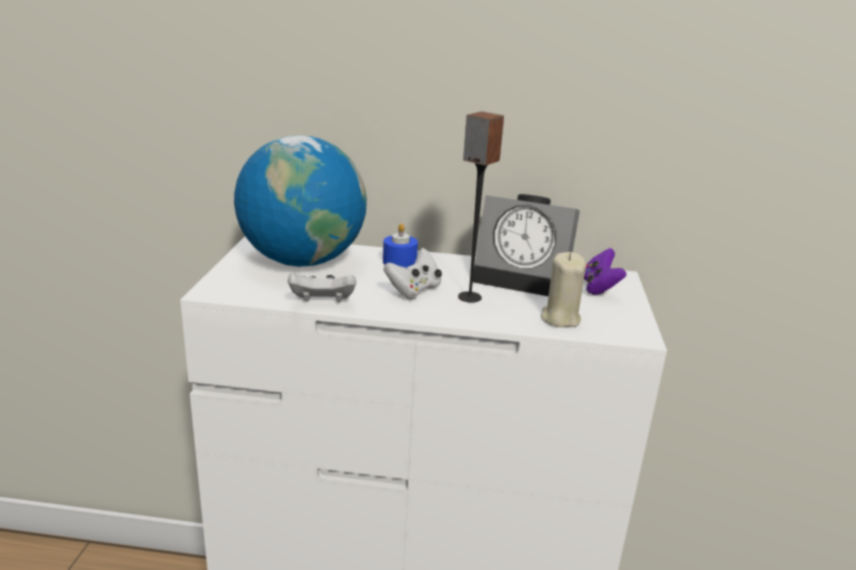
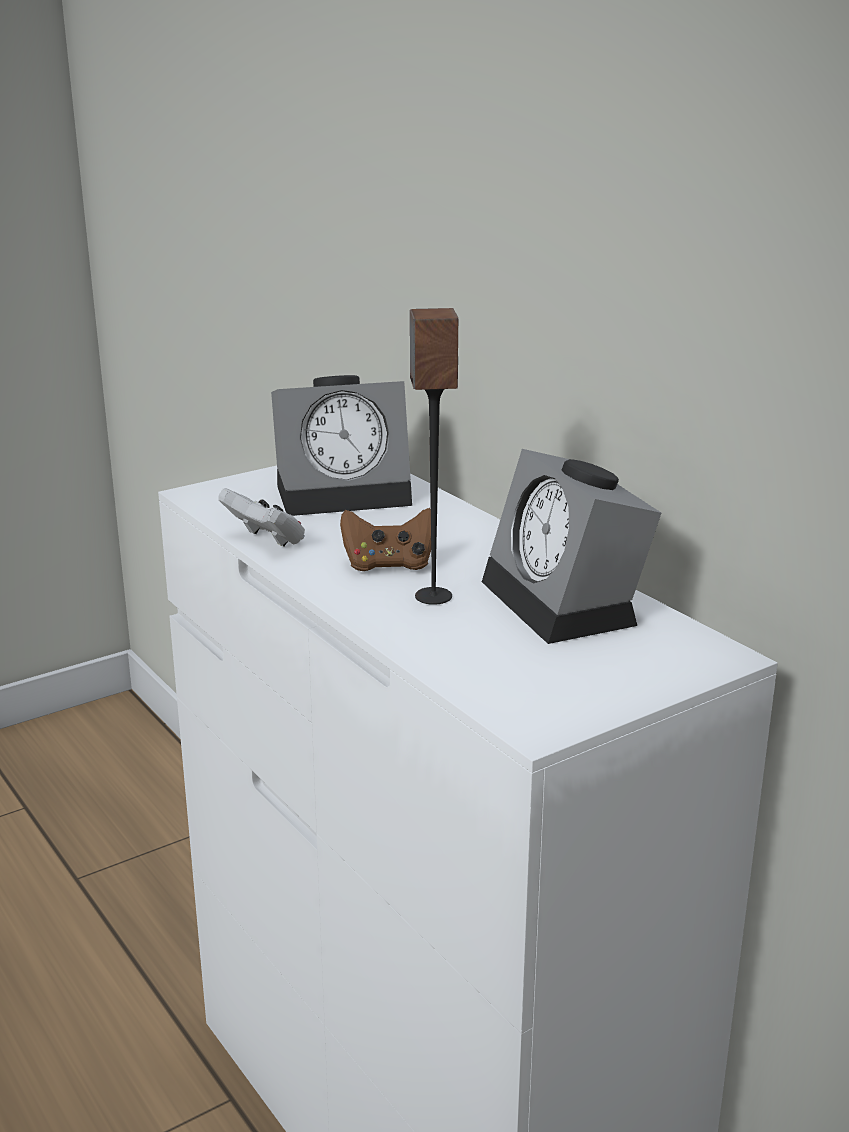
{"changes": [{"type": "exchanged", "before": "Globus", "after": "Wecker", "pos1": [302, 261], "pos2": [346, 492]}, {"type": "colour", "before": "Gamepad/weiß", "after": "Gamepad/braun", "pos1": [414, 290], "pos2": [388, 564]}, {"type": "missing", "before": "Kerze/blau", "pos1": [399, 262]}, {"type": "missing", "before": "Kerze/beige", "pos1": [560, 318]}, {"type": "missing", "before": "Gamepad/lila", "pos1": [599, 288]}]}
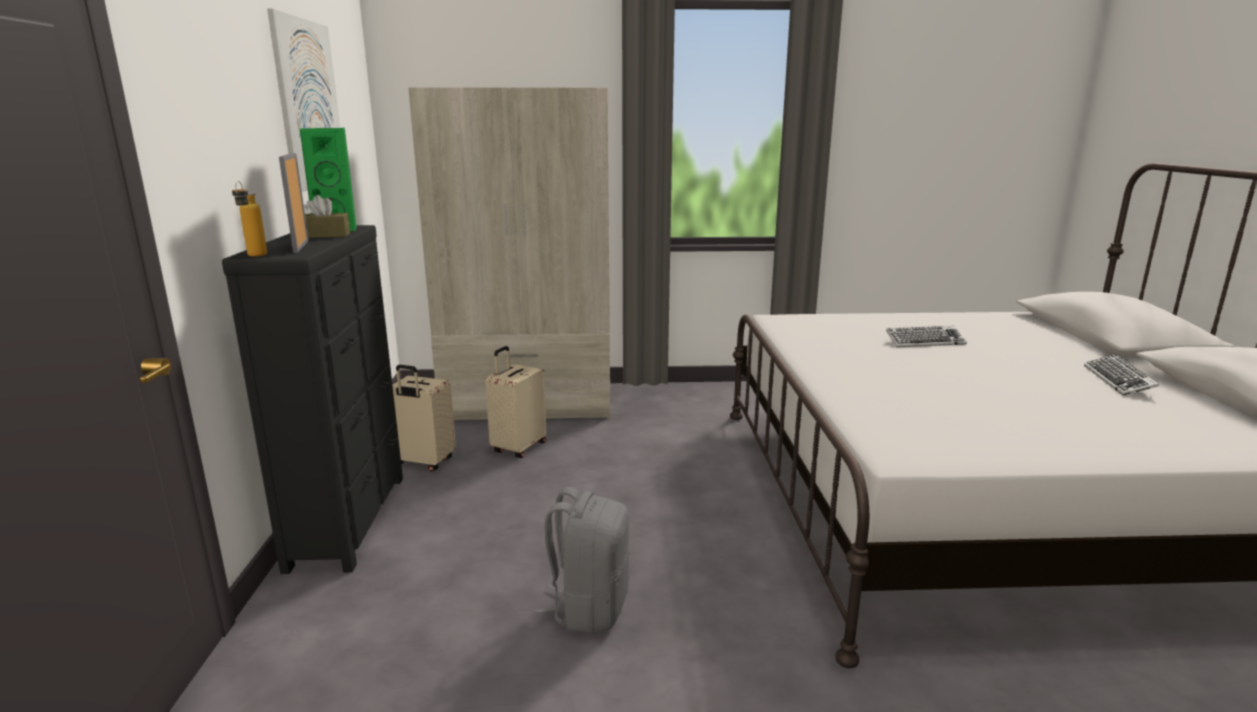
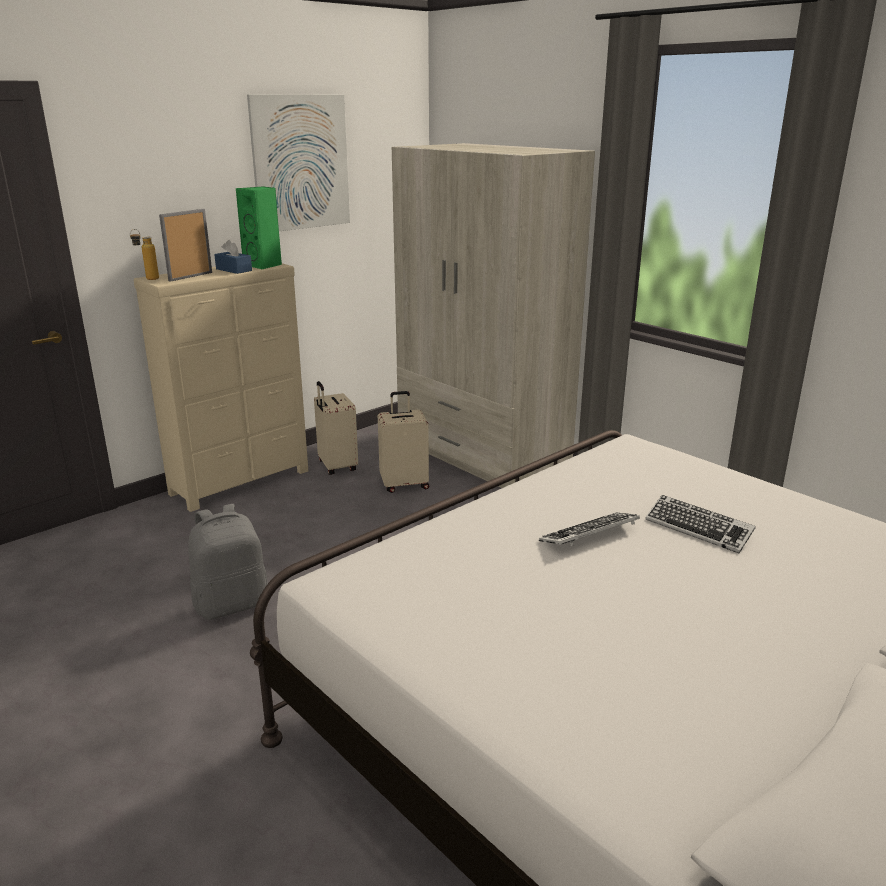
{"changes": [{"type": "colour", "before": "Kommode/schwarz", "after": "Kommode/beige", "pos1": [351, 520], "pos2": [242, 483]}, {"type": "colour", "before": "Taschentuchbox/braun", "after": "Taschentuchbox/blau", "pos1": [323, 235], "pos2": [234, 270]}, {"type": "relocated", "before": "Tastatur", "pos1": [1118, 380], "pos2": [589, 535]}]}
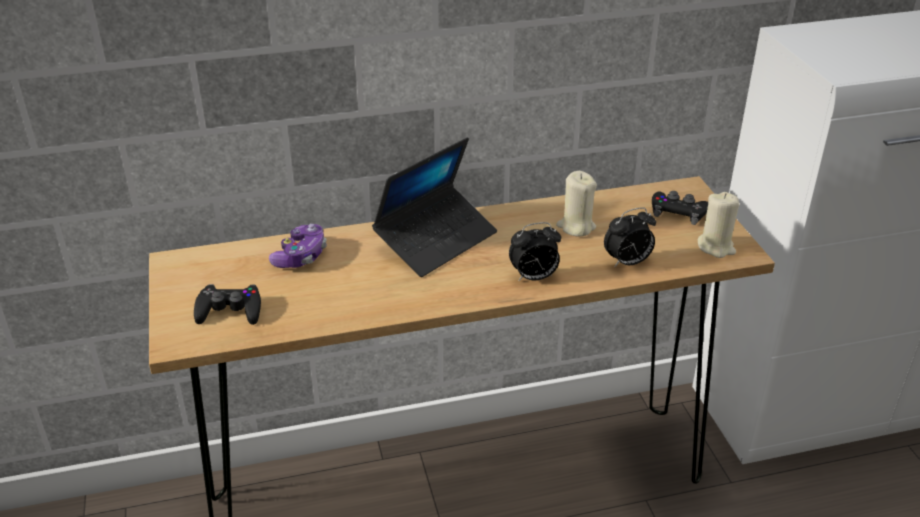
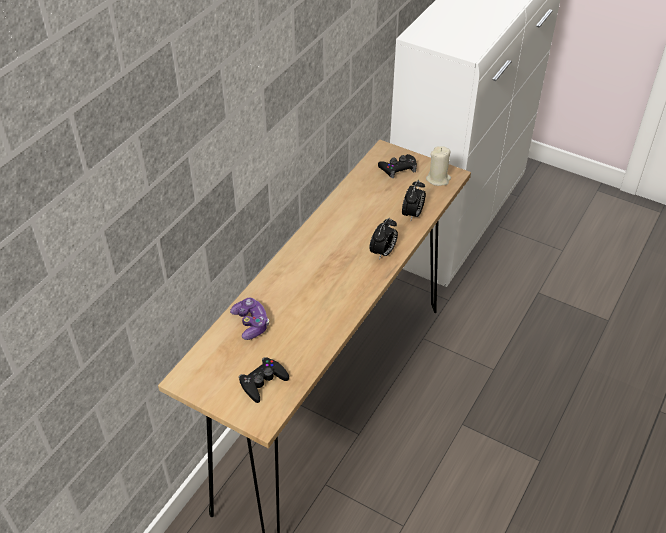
{"changes": [{"type": "missing", "before": "Laptop", "pos1": [436, 240]}, {"type": "missing", "before": "Kerze/beige", "pos1": [576, 226]}]}
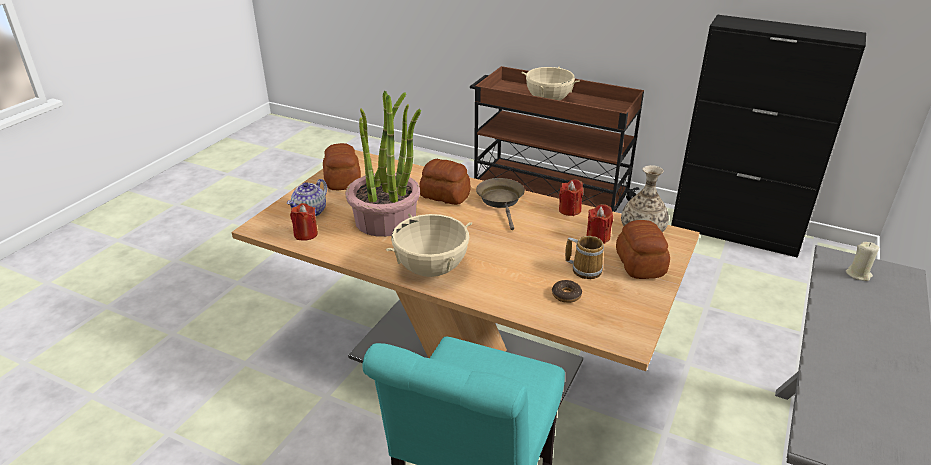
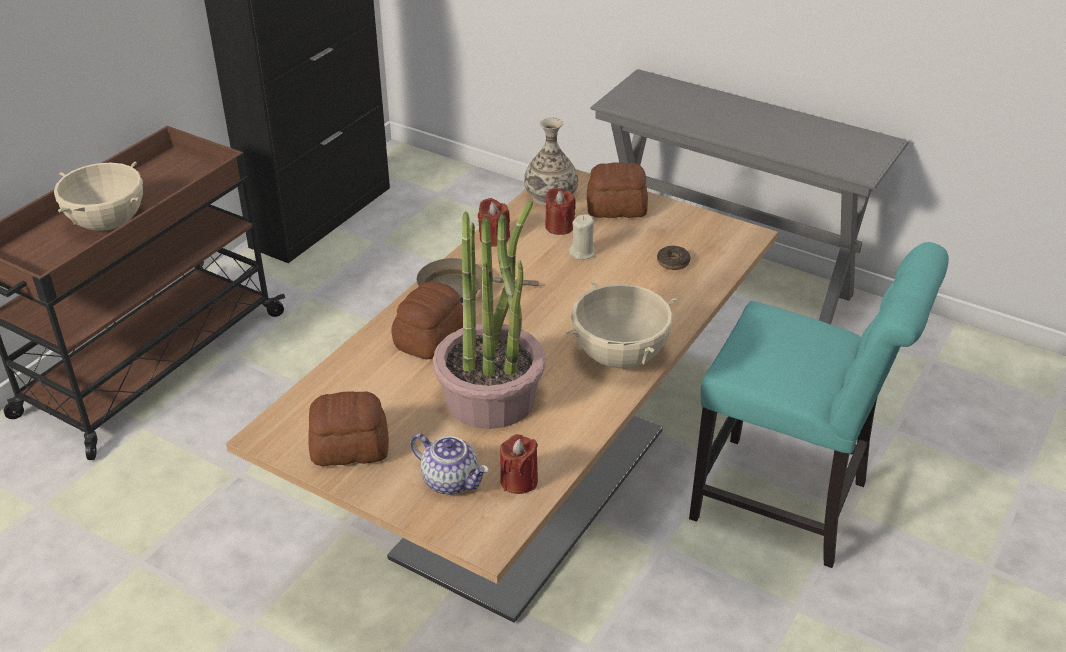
{"changes": [{"type": "relocated", "before": "Kerze/beige", "pos1": [858, 274], "pos2": [582, 253]}, {"type": "missing", "before": "Henkelbecher", "pos1": [585, 269]}]}
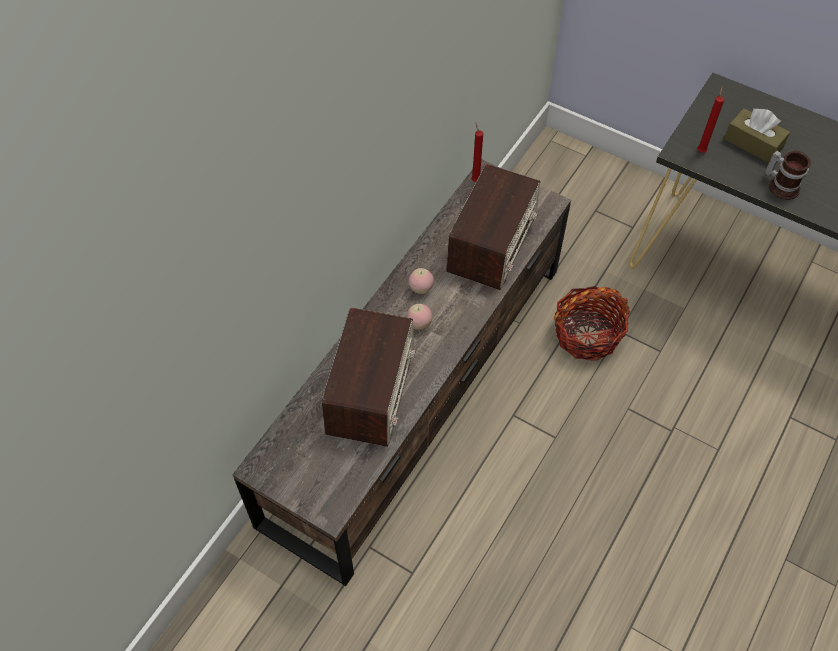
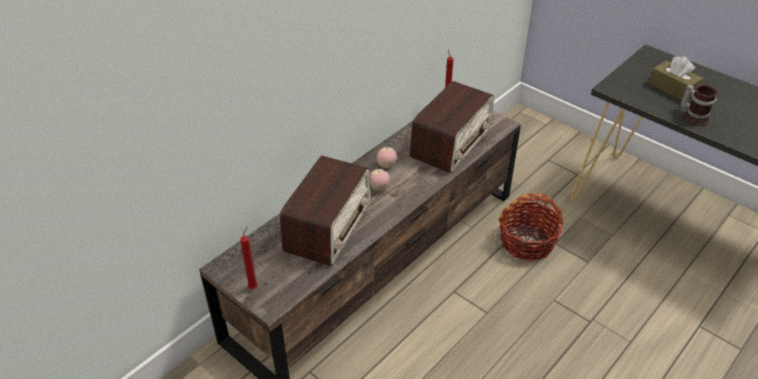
{"changes": [{"type": "relocated", "before": "Kerze/rot", "pos1": [701, 150], "pos2": [254, 286]}]}
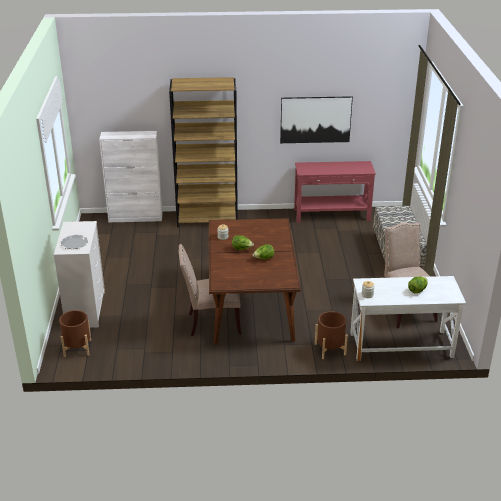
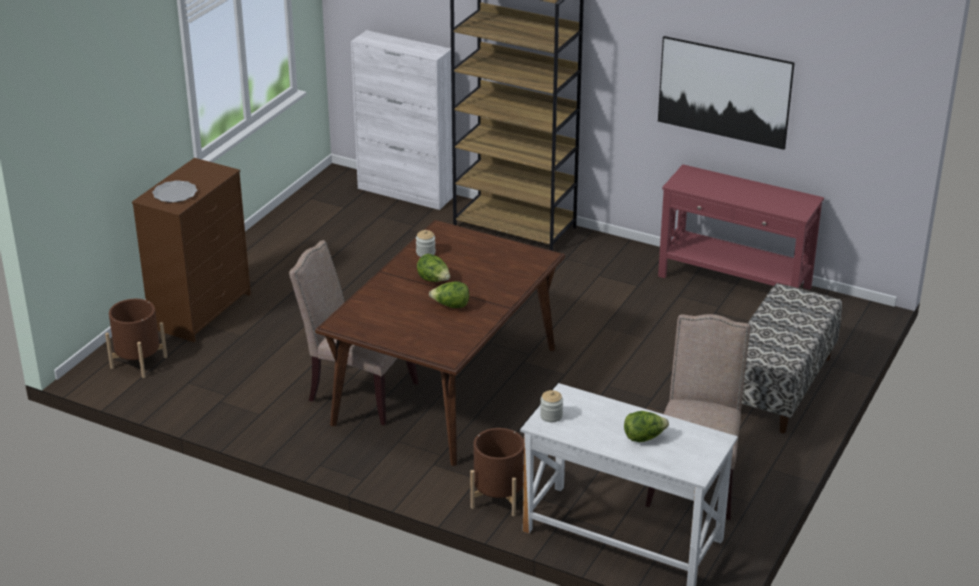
{"changes": [{"type": "colour", "before": "Kommode/weiß", "after": "Kommode/braun", "pos1": [85, 309], "pos2": [201, 310]}]}
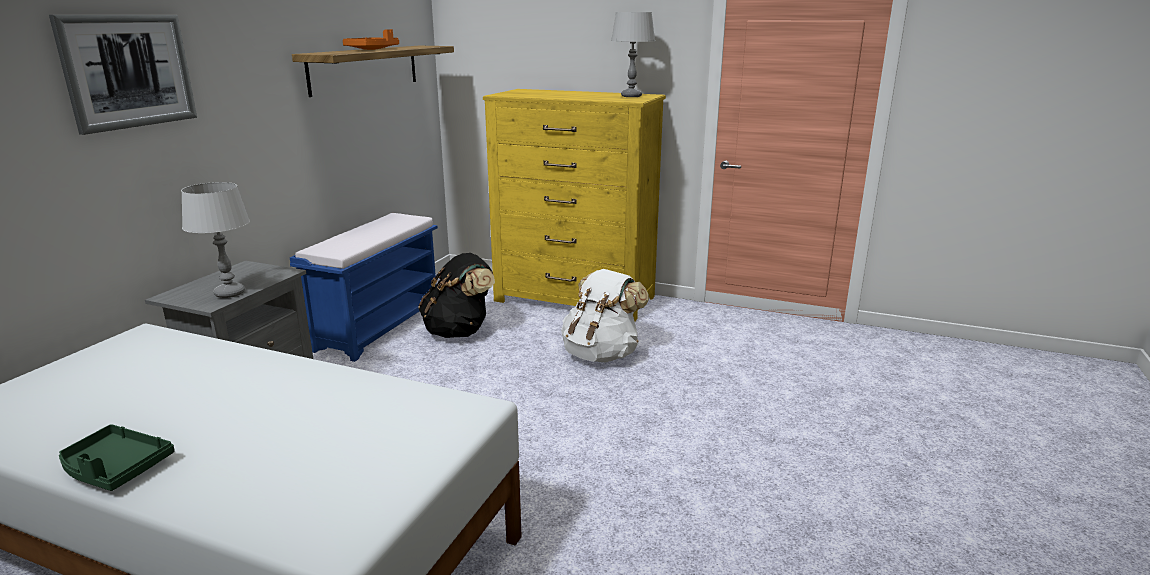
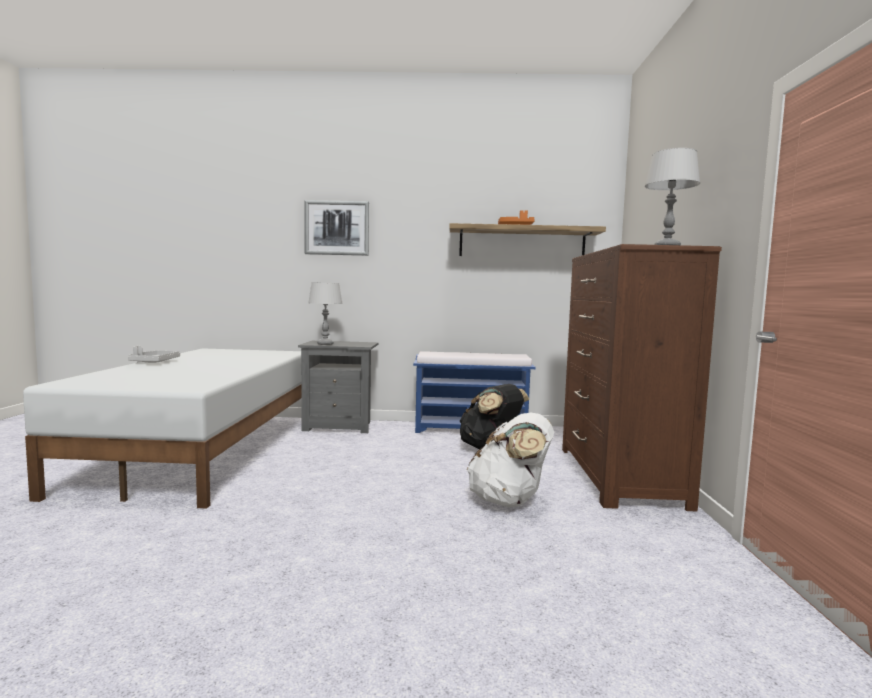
{"changes": [{"type": "colour", "before": "Tablett/grün", "after": "Tablett/grau", "pos1": [115, 468], "pos2": [155, 362]}, {"type": "colour", "before": "Kommode/gelb", "after": "Kommode/braun", "pos1": [575, 299], "pos2": [618, 475]}]}
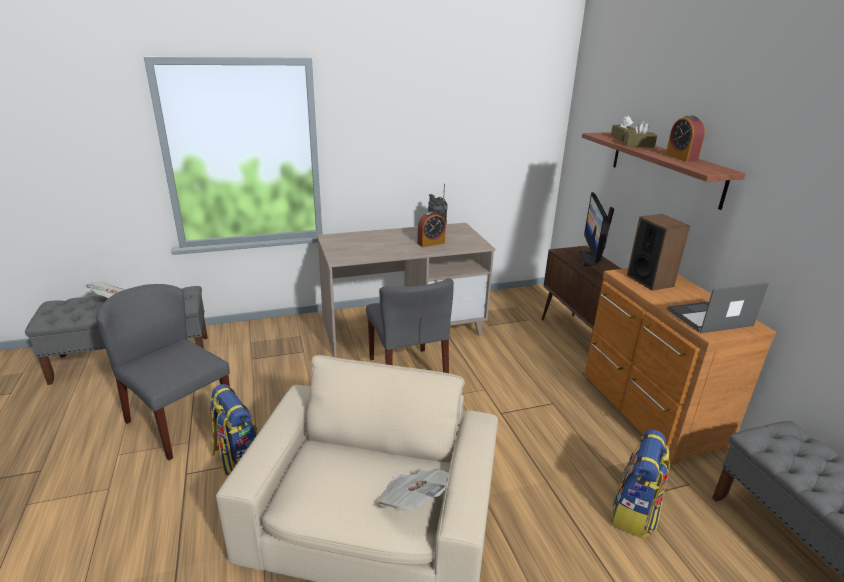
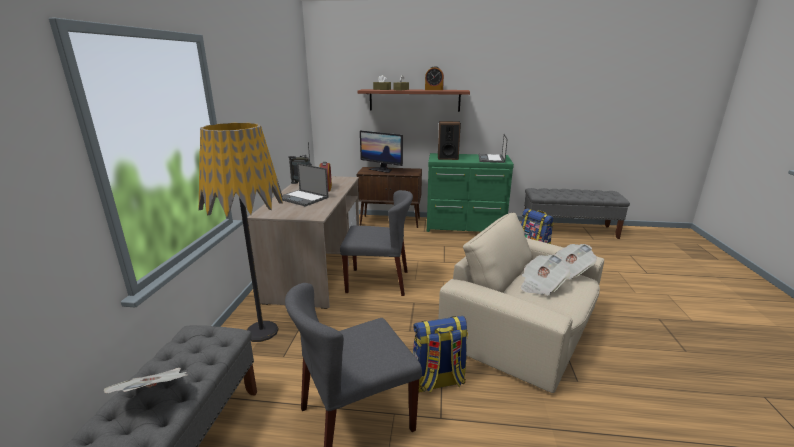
{"changes": [{"type": "appeared", "after": "Stehlampe", "pos2": [261, 331]}, {"type": "appeared", "after": "Laptop", "pos2": [303, 198]}, {"type": "colour", "before": "Kommode/braun", "after": "Kommode/grün", "pos1": [648, 411], "pos2": [465, 227]}, {"type": "appeared", "after": "Zeitung", "pos2": [541, 286]}]}
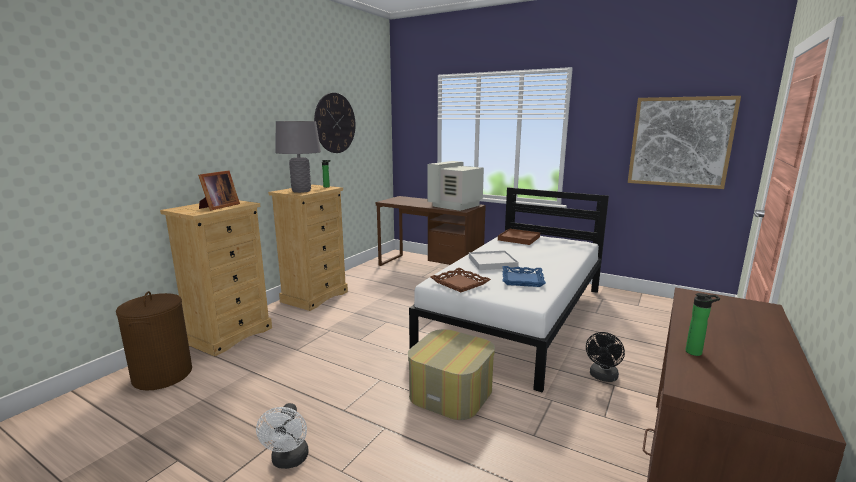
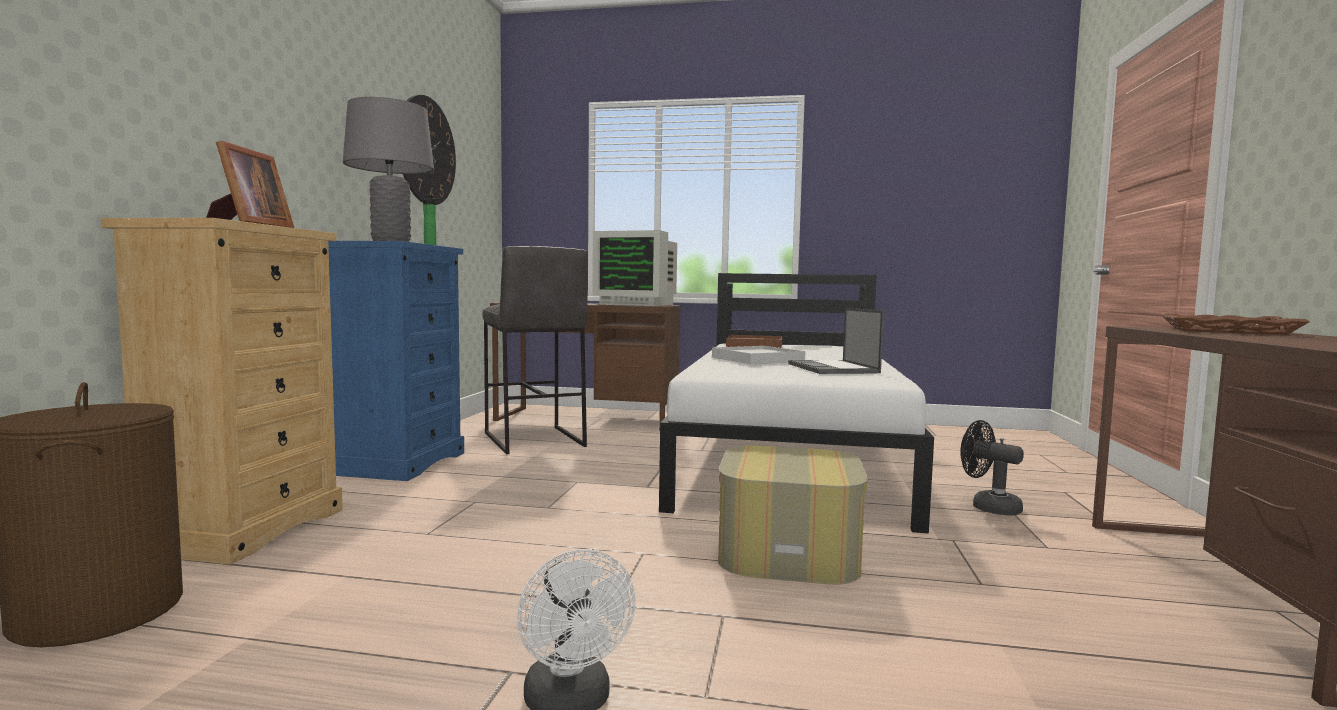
{"changes": [{"type": "colour", "before": "Kommode/beige", "after": "Kommode/blau", "pos1": [315, 296], "pos2": [401, 463]}, {"type": "appeared", "after": "Hocker/grau", "pos2": [533, 440]}, {"type": "spun", "before": "Monitor", "pos1": [456, 206], "pos2": [637, 304], "turn": -90}, {"type": "exchanged", "before": "Tablett/blau", "after": "Laptop", "pos1": [523, 280], "pos2": [833, 368]}, {"type": "spun", "before": "Ventilator/schwarz", "pos1": [602, 377], "pos2": [988, 507], "turn": 120}, {"type": "relocated", "before": "Tablett/braun", "pos1": [459, 283], "pos2": [1227, 331]}, {"type": "missing", "before": "Bild", "pos1": [680, 142]}, {"type": "missing", "before": "Flasche", "pos1": [696, 352]}]}
